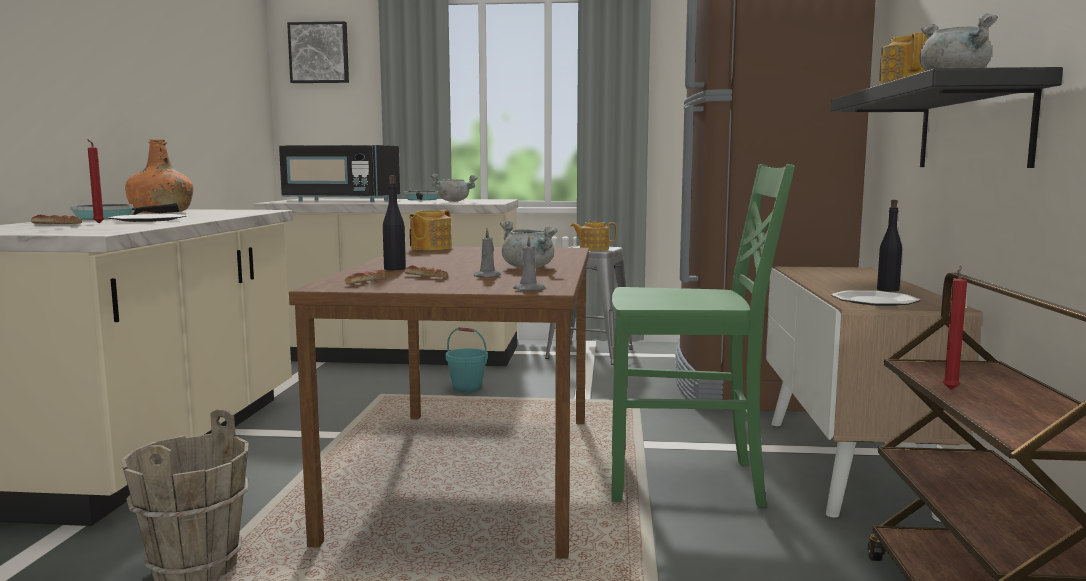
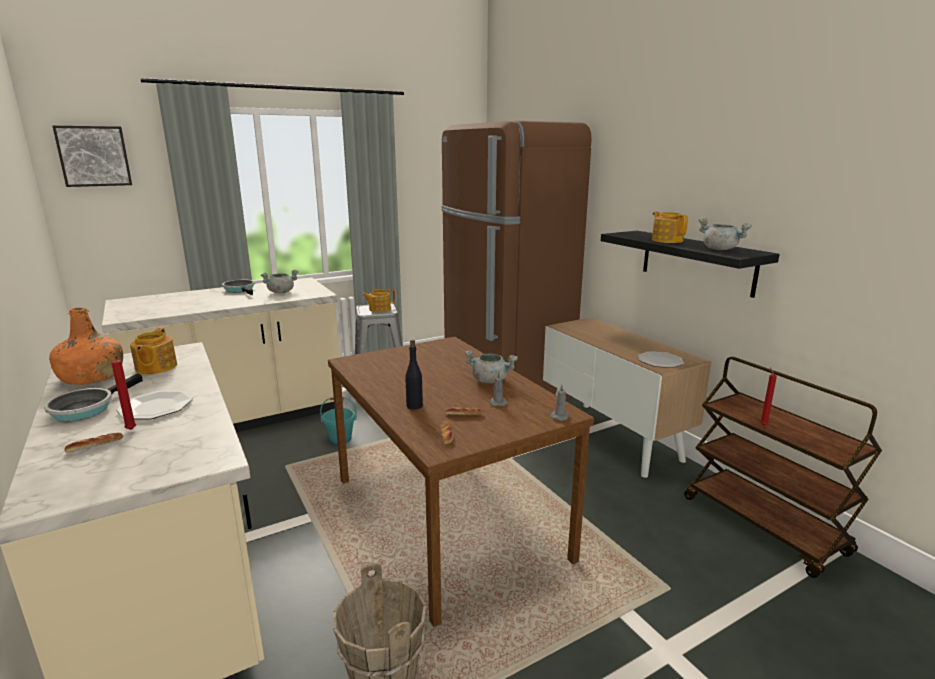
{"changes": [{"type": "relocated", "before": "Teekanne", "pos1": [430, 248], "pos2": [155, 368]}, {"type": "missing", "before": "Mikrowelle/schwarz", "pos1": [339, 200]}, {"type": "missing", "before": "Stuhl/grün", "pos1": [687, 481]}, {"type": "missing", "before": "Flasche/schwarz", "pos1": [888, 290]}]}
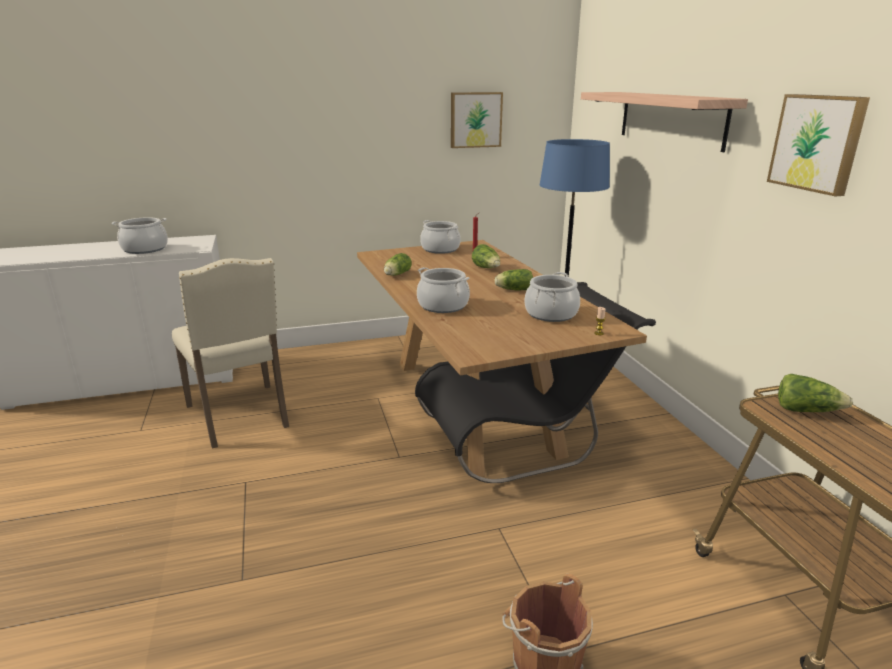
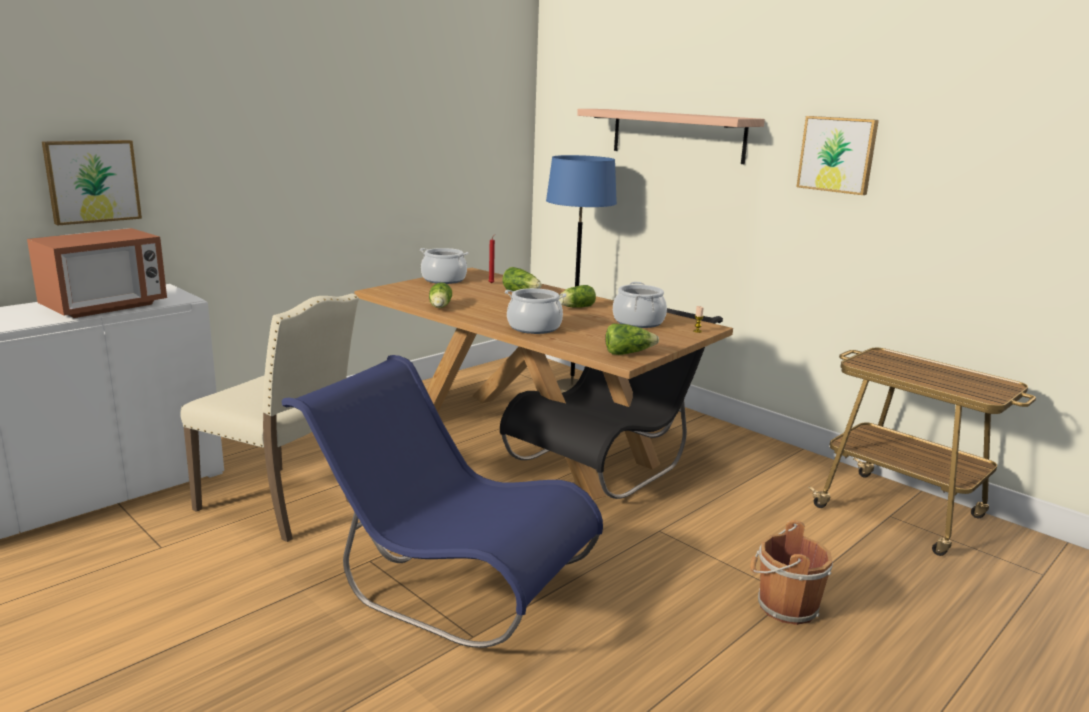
{"changes": [{"type": "exchanged", "before": "Kochtopf", "after": "Mikrowelle", "pos1": [145, 249], "pos2": [105, 307]}, {"type": "relocated", "before": "Bild", "pos1": [475, 120], "pos2": [92, 181]}, {"type": "appeared", "after": "Stuhl/blau", "pos2": [448, 579]}, {"type": "relocated", "before": "Salatkopf", "pos1": [806, 411], "pos2": [628, 353]}]}
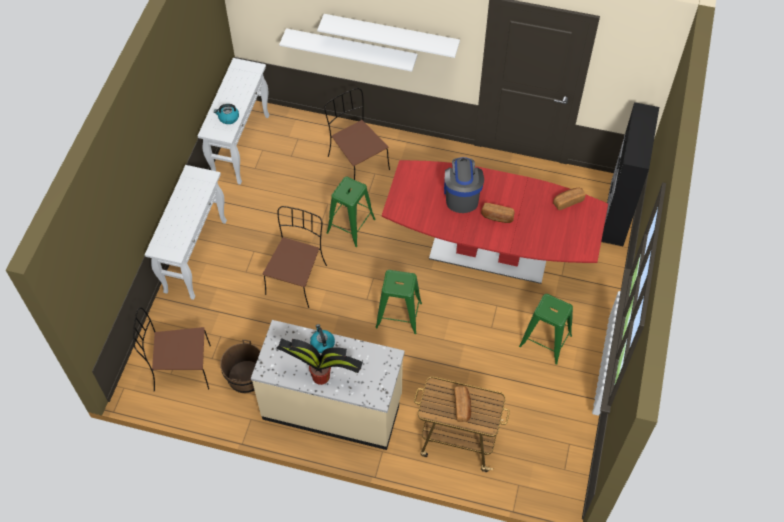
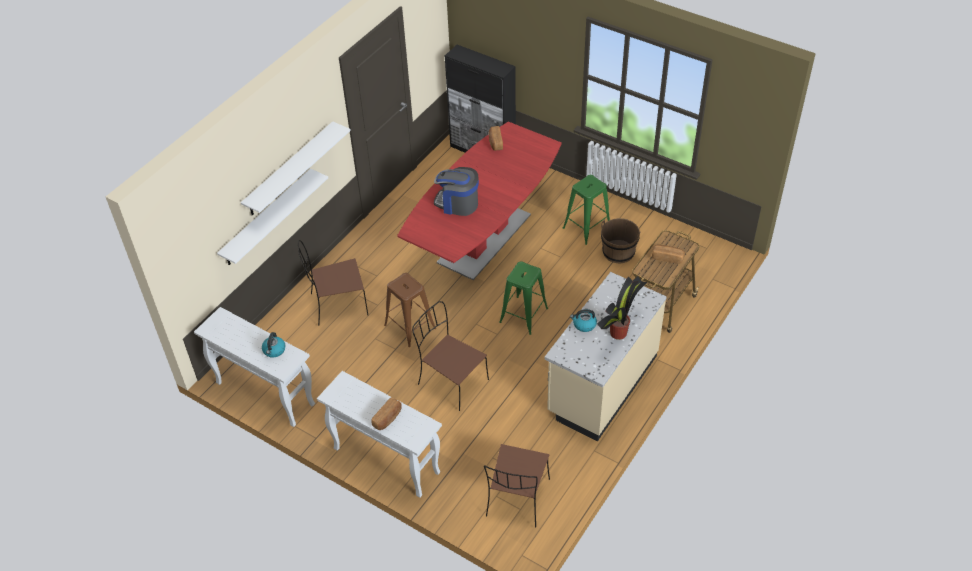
{"changes": [{"type": "relocated", "before": "Brot", "pos1": [497, 217], "pos2": [388, 418]}, {"type": "colour", "before": "Hocker/grün", "after": "Hocker/braun", "pos1": [350, 226], "pos2": [410, 327]}, {"type": "relocated", "before": "Eimer/braun", "pos1": [246, 377], "pos2": [618, 252]}]}
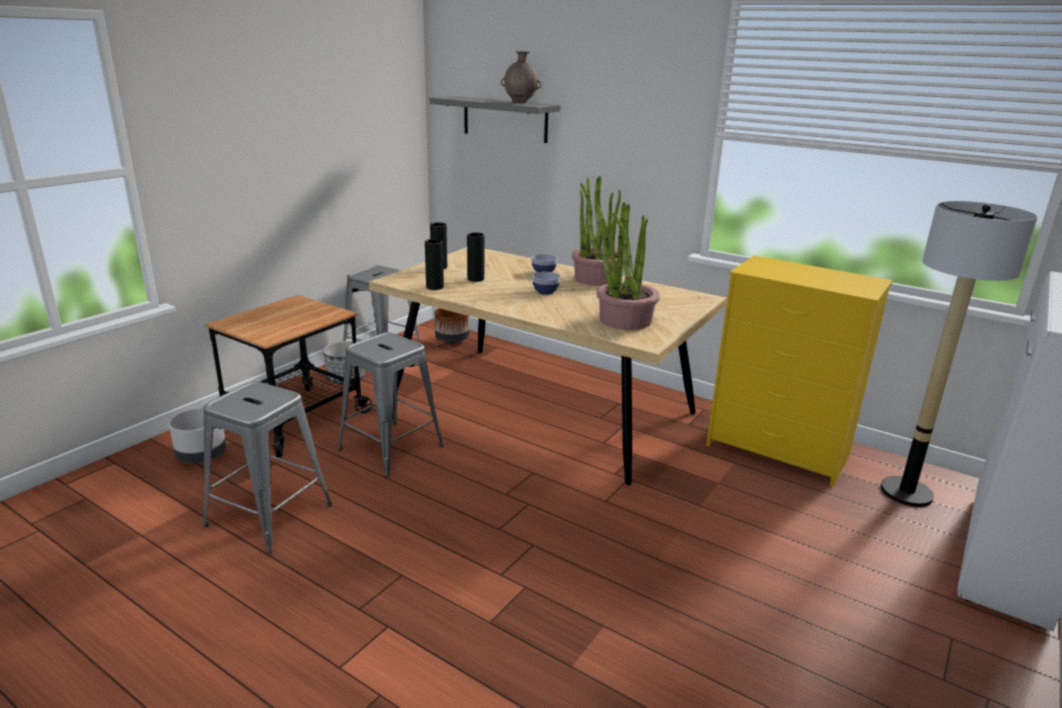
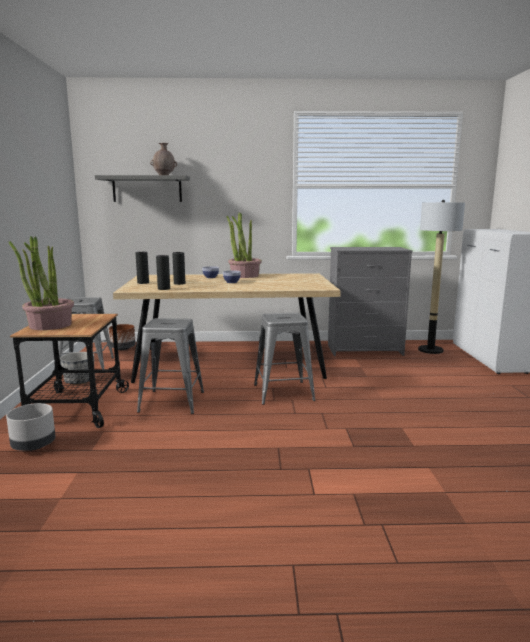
{"changes": [{"type": "relocated", "before": "Topfpflanze", "pos1": [624, 320], "pos2": [49, 325]}, {"type": "relocated", "before": "Hocker/grau", "pos1": [270, 515], "pos2": [283, 392]}, {"type": "colour", "before": "Kommode/gelb", "after": "Kommode/grau", "pos1": [778, 450], "pos2": [365, 350]}]}
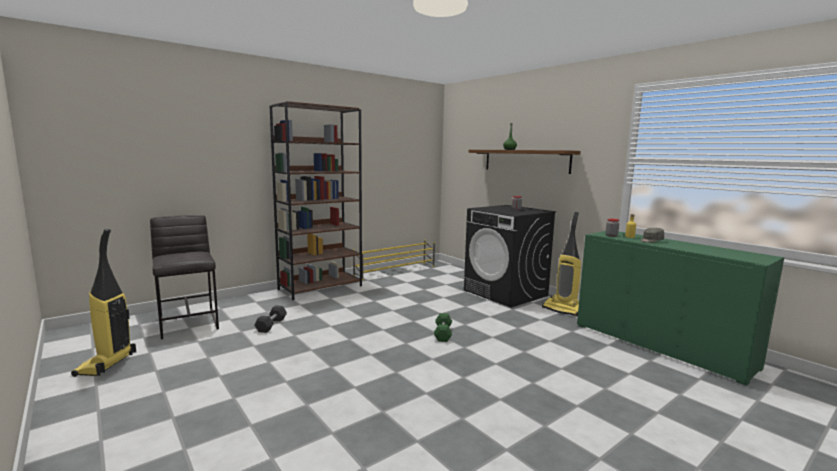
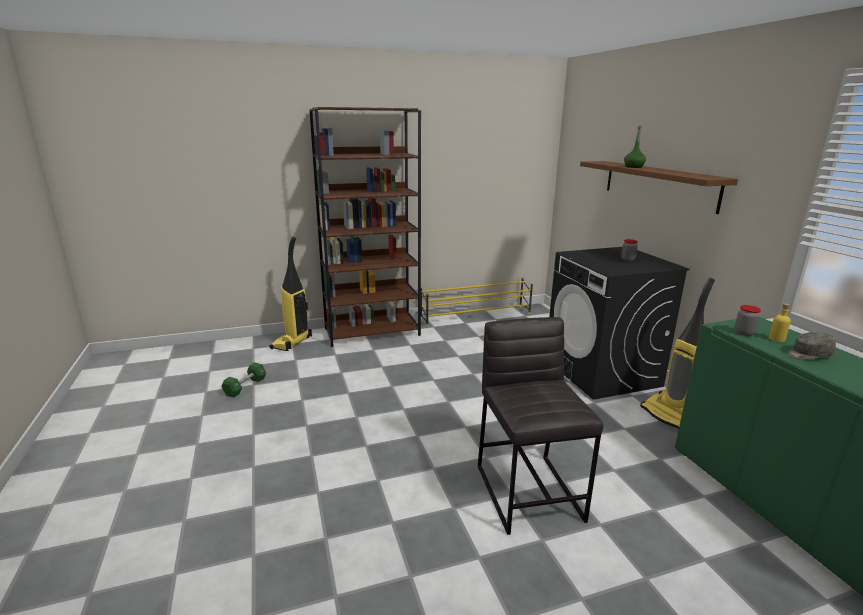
{"changes": [{"type": "relocated", "before": "Hantel/grün", "pos1": [443, 333], "pos2": [245, 386]}, {"type": "relocated", "before": "Staubsauger", "pos1": [106, 364], "pos2": [292, 343]}, {"type": "relocated", "before": "Hocker/grau", "pos1": [189, 323], "pos2": [529, 491]}, {"type": "missing", "before": "Hantel/schwarz", "pos1": [271, 325]}]}
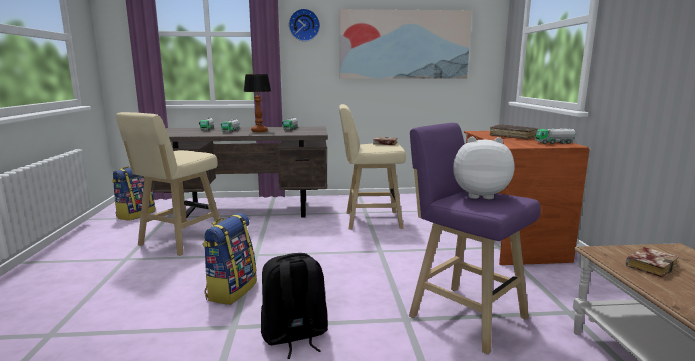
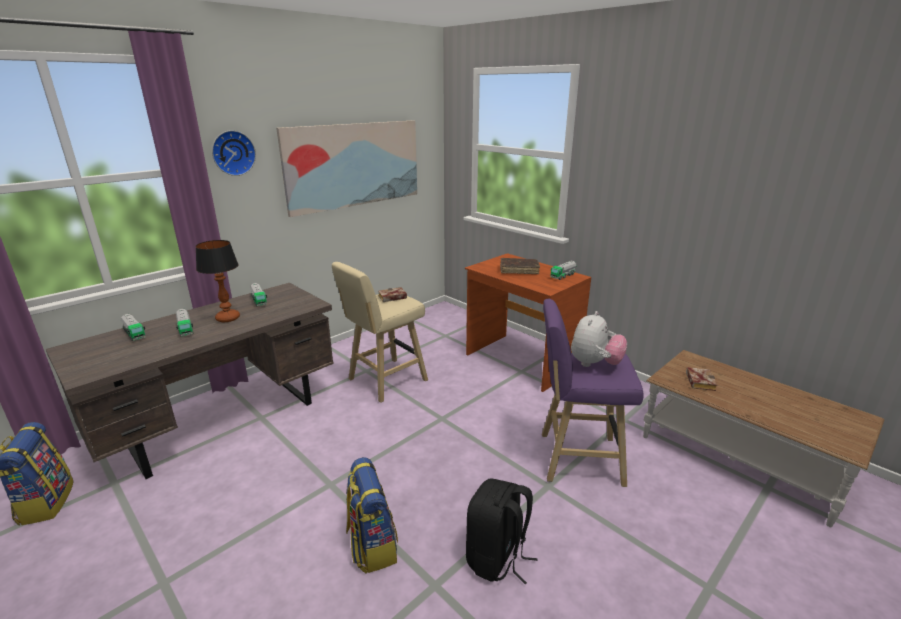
{"changes": [{"type": "spun", "before": "Plüschtier", "pos1": [480, 195], "pos2": [594, 364], "turn": 150}, {"type": "missing", "before": "Hocker/beige", "pos1": [179, 241]}]}
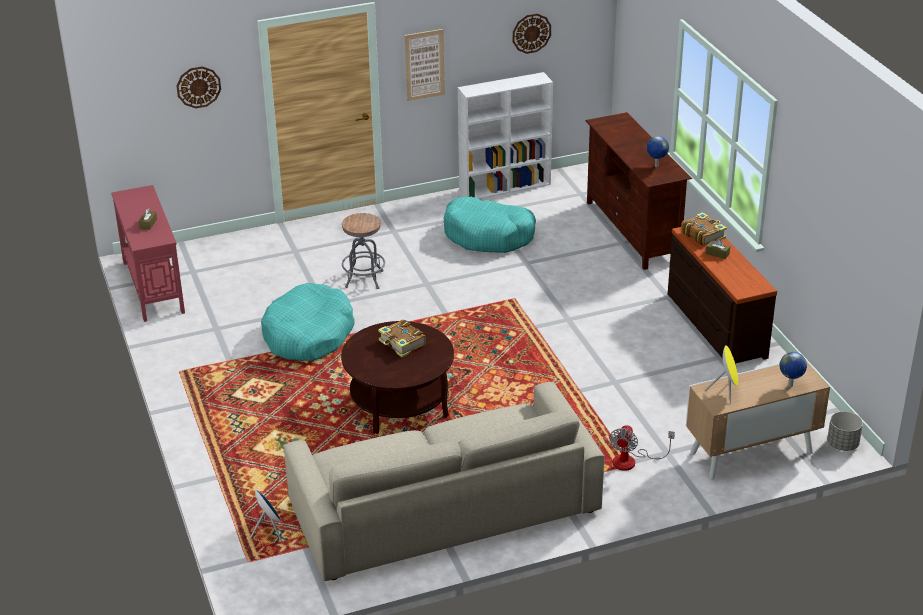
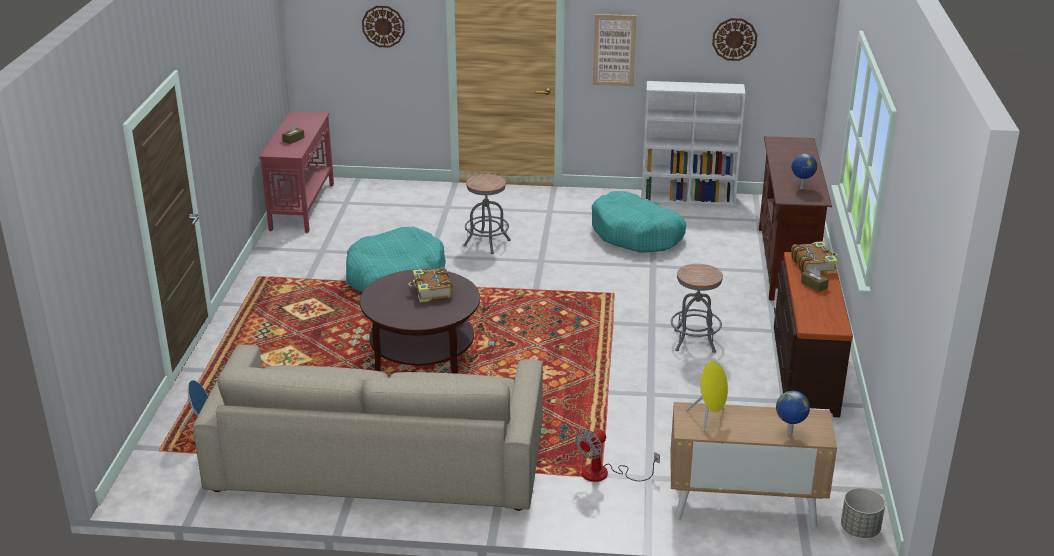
{"changes": [{"type": "appeared", "after": "Hocker/grau", "pos2": [694, 341]}]}
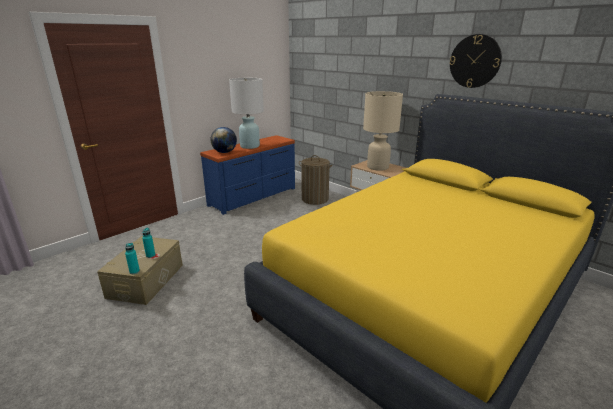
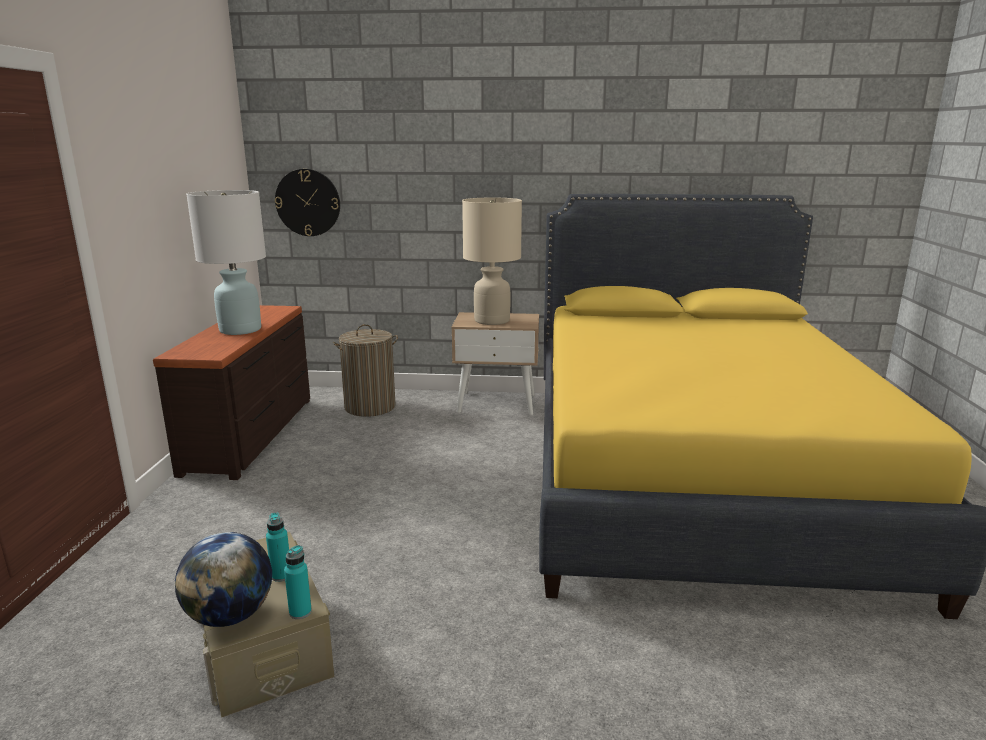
{"changes": [{"type": "colour", "before": "Kommode/blau", "after": "Kommode/braun", "pos1": [254, 197], "pos2": [252, 434]}, {"type": "relocated", "before": "Globus", "pos1": [225, 152], "pos2": [230, 615]}, {"type": "relocated", "before": "Wanduhr", "pos1": [475, 61], "pos2": [308, 202]}]}
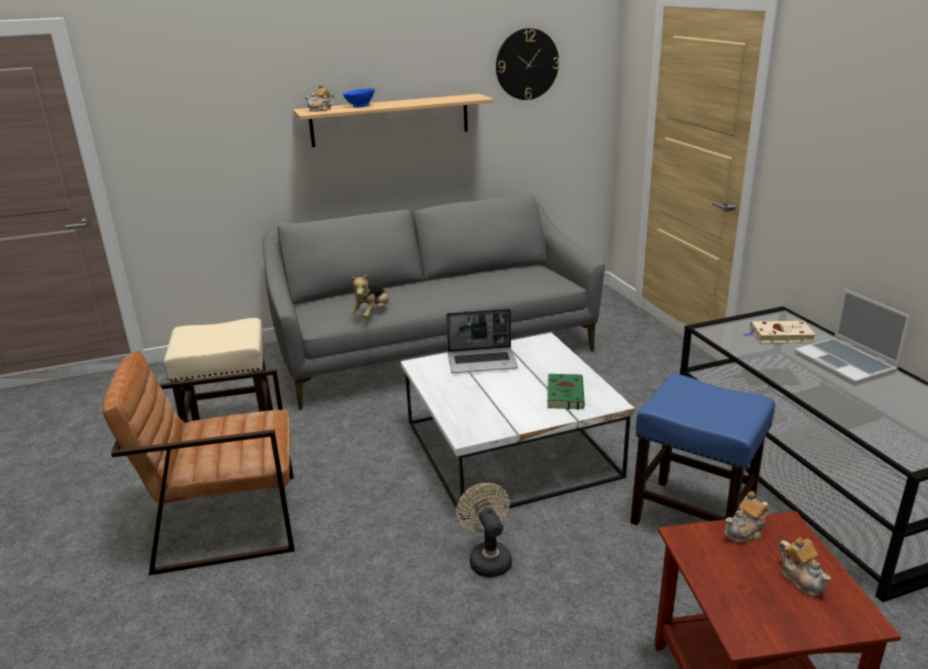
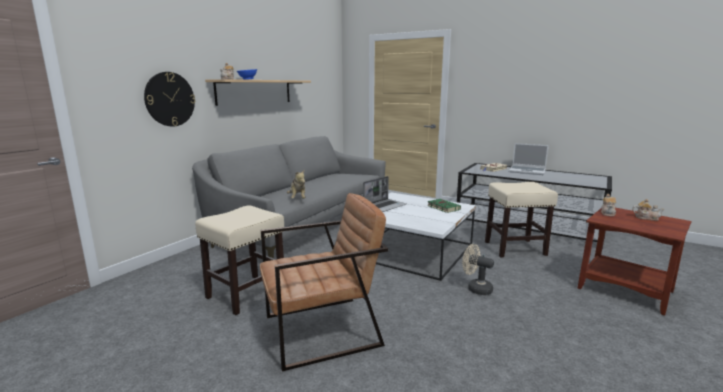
{"changes": [{"type": "relocated", "before": "Wanduhr", "pos1": [527, 64], "pos2": [170, 99]}, {"type": "spun", "before": "Sessel/braun", "pos1": [227, 521], "pos2": [322, 330], "turn": -150}, {"type": "colour", "before": "Hocker/blau", "after": "Hocker/beige", "pos1": [694, 518], "pos2": [515, 248]}]}
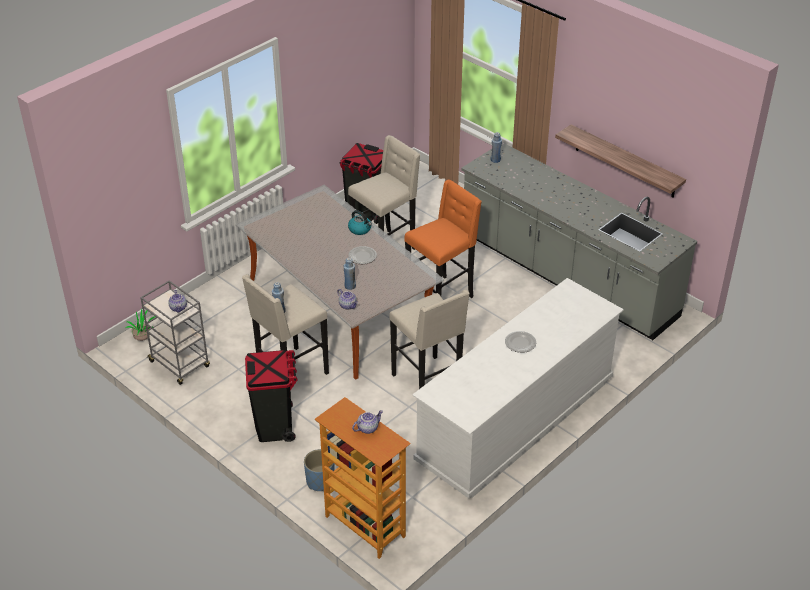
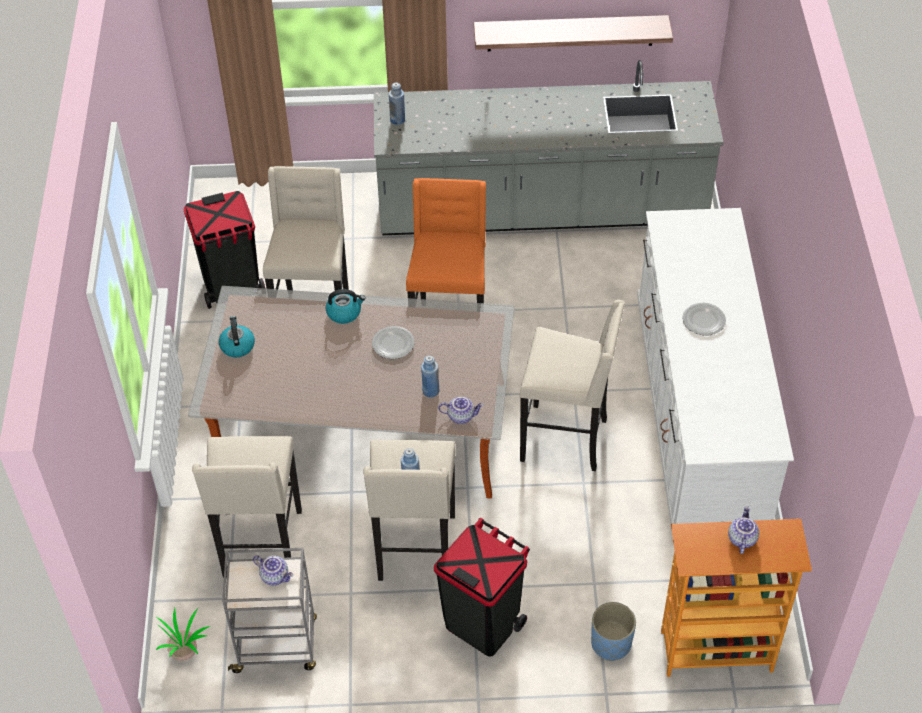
{"changes": [{"type": "appeared", "after": "Hocker/beige", "pos2": [261, 546]}, {"type": "appeared", "after": "Wasserkessel", "pos2": [237, 345]}]}
